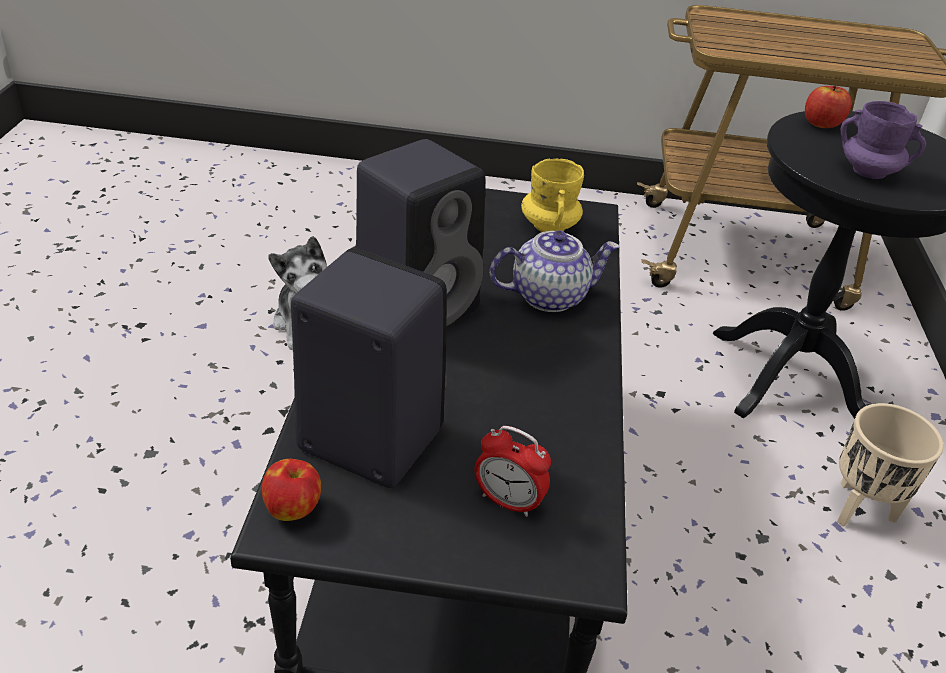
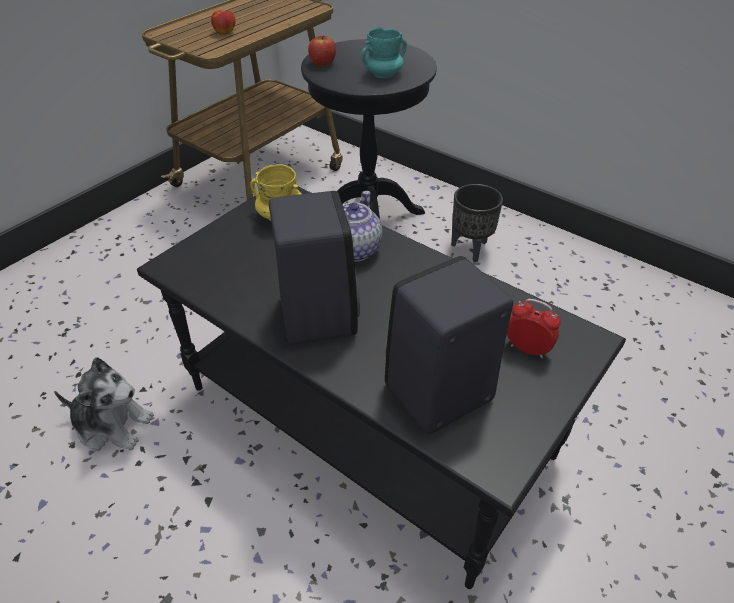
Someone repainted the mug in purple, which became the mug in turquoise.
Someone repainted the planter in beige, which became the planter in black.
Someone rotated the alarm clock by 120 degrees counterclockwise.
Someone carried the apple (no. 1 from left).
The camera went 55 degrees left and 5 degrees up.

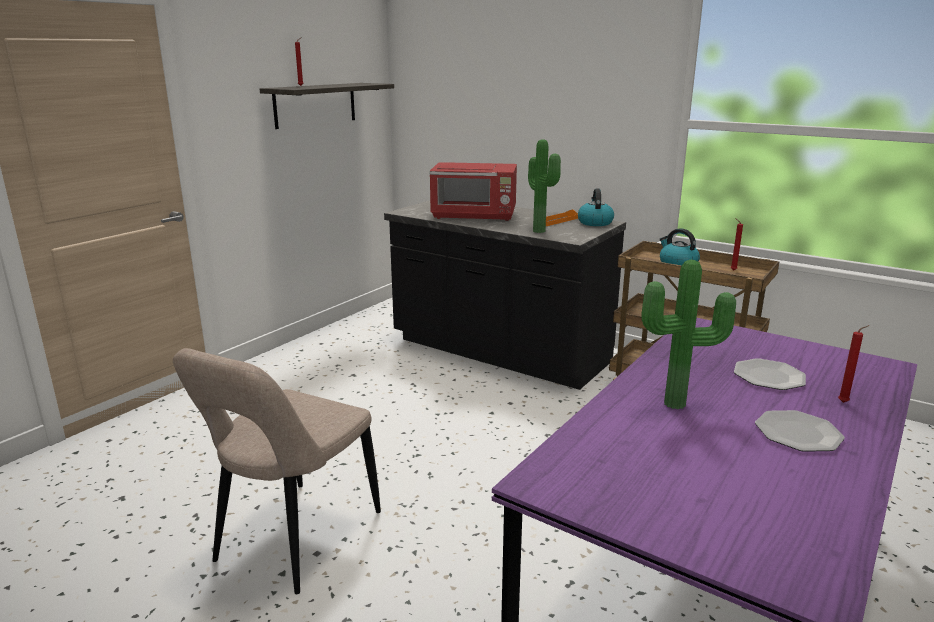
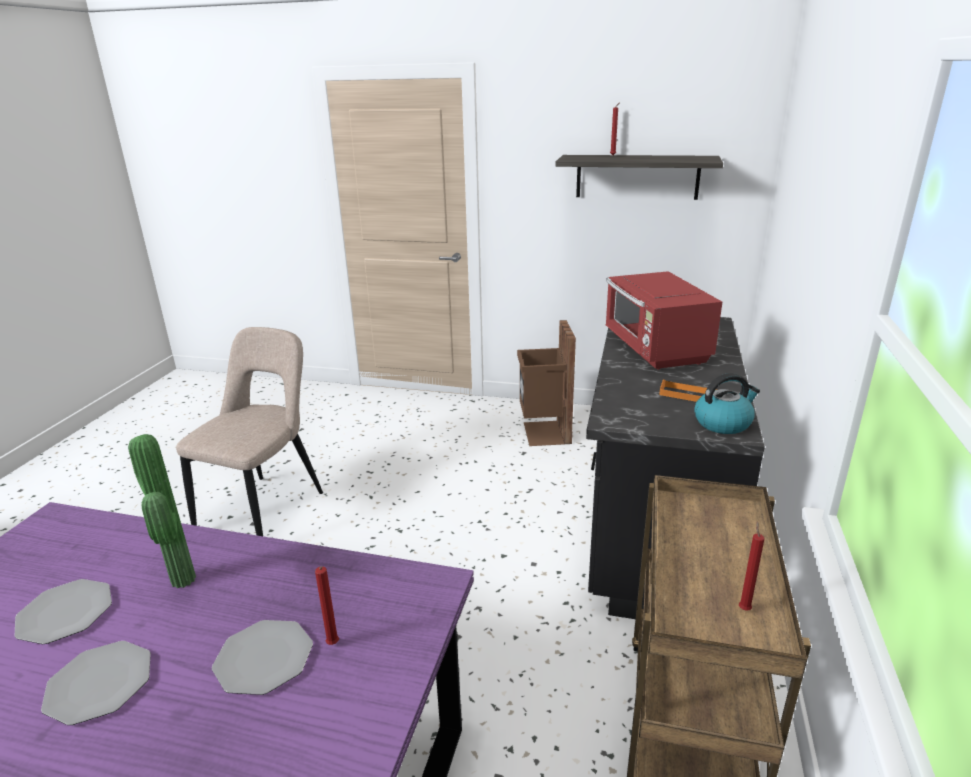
Someone took away the potted plant (no. 1 from left).
Someone took away the kettle (no. 2 from left).
Someone carried the candle in red (no. 3 from left in the first image).
Someone rotated the chair in beige by 105 degrees clockwise.
Someone put down the trash can in brown.
Someone put down the plate (no. 1 from left).
The camera went 70 degrees right and 5 degrees up.

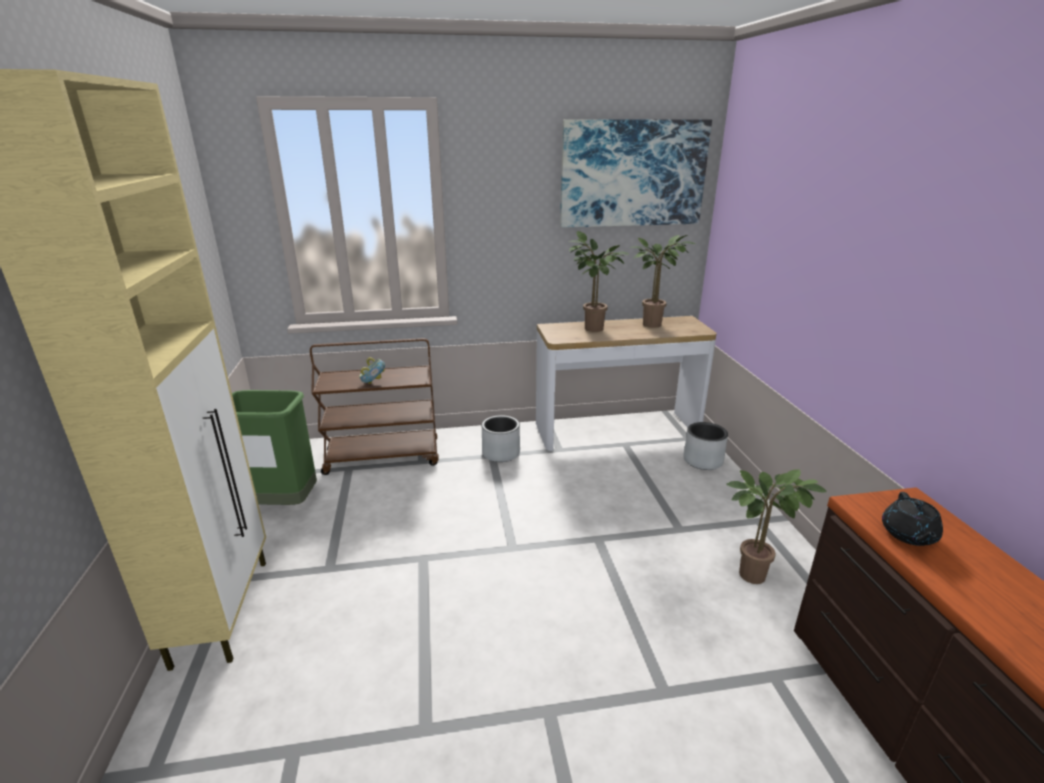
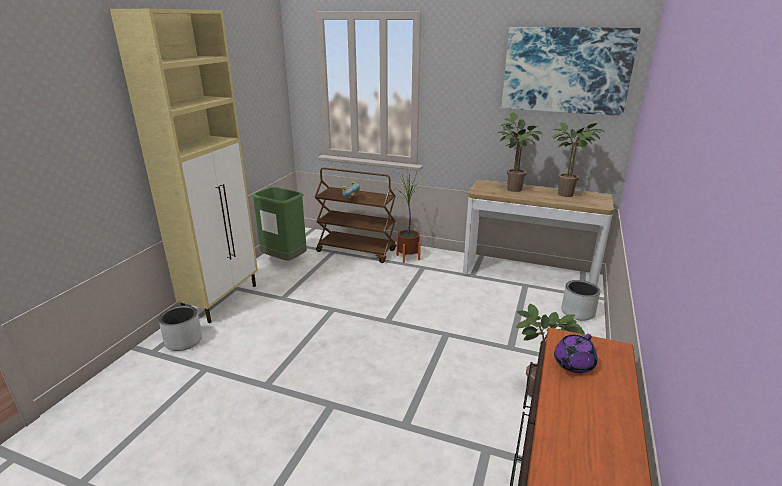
Someone carried the planter in grey (no. 1 from left).
Someone repainted the teapot in black, which became the teapot in purple.
Someone put down the potted plant (no. 1 from left).
The camera went 30 degrees right and 0 degrees up.

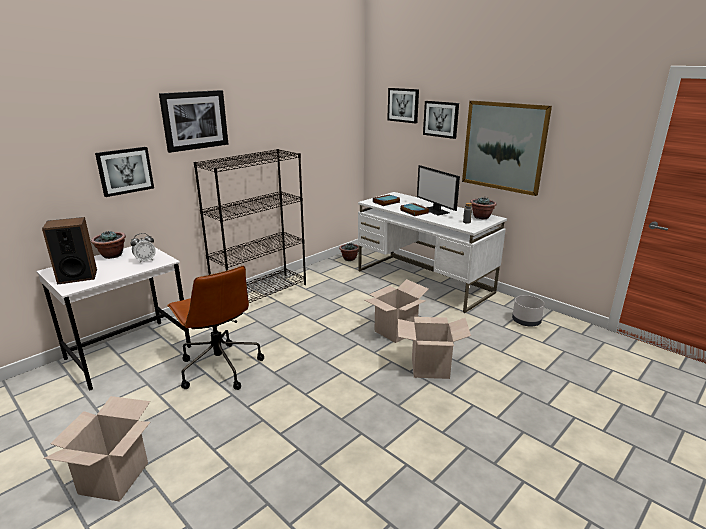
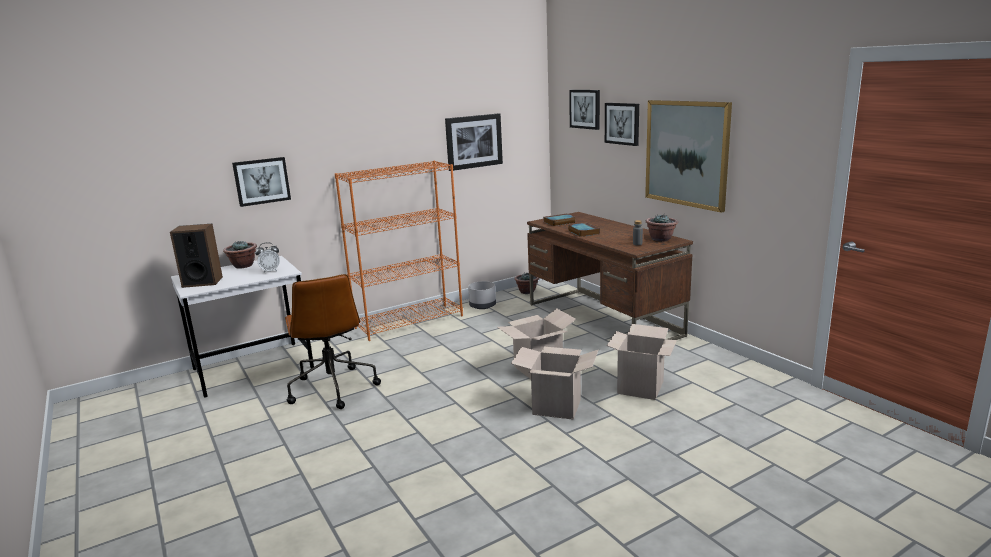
Someone carried the picture (no. 2 from left).
Someone repainted the bookcase in black, which became the bookcase in orange.
Someone took away the monitor.
Someone repainted the desk in white (no. 2 from left), which became the desk in brown.
Someone carried the planter in grey.
Someone carried the cardboard box (no. 1 from left in the first image).
The camera went 15 degrees right and 5 degrees down.

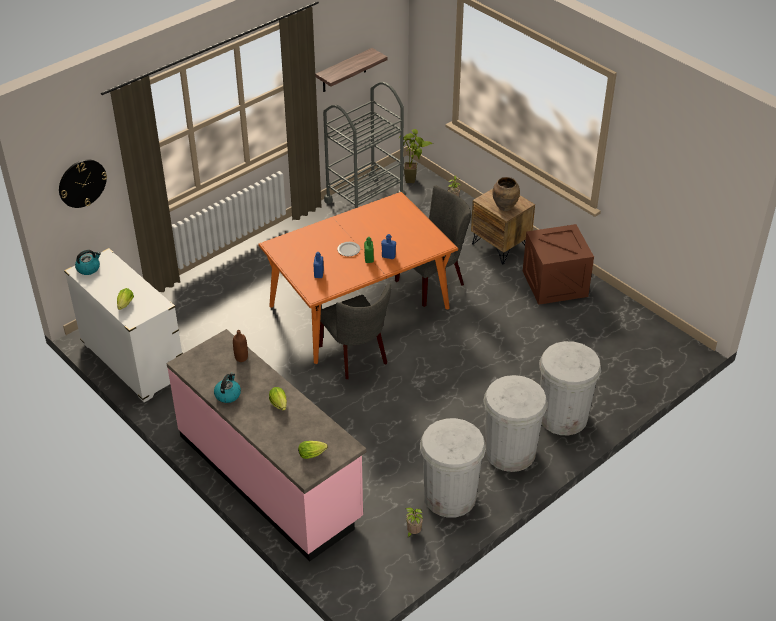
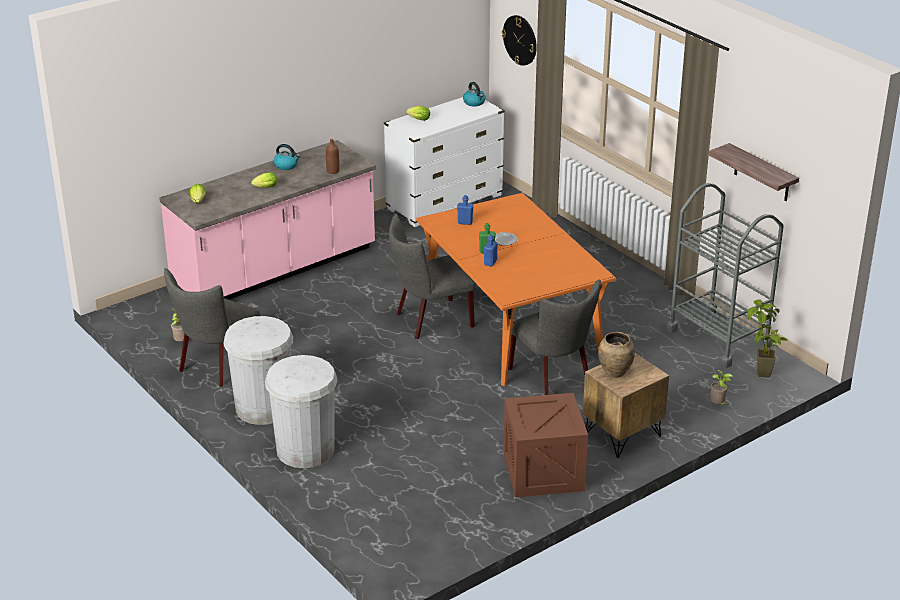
Someone swapped the trash can in white (no. 1 from left) for the chair in grey (no. 1 from left).
The camera went 95 degrees right and 10 degrees down.

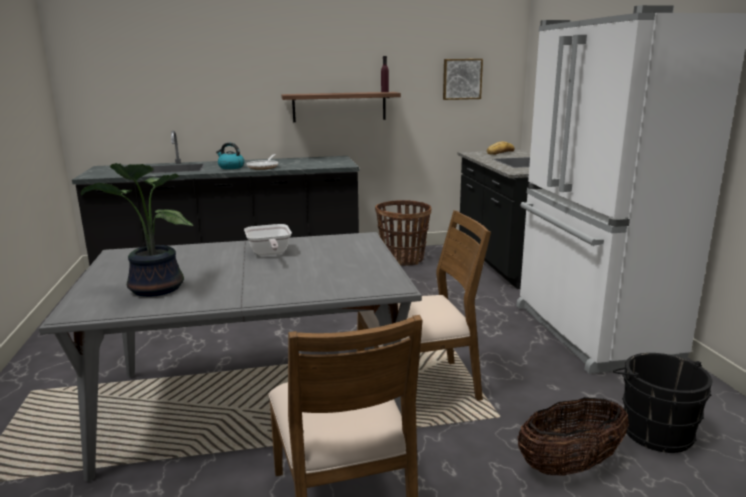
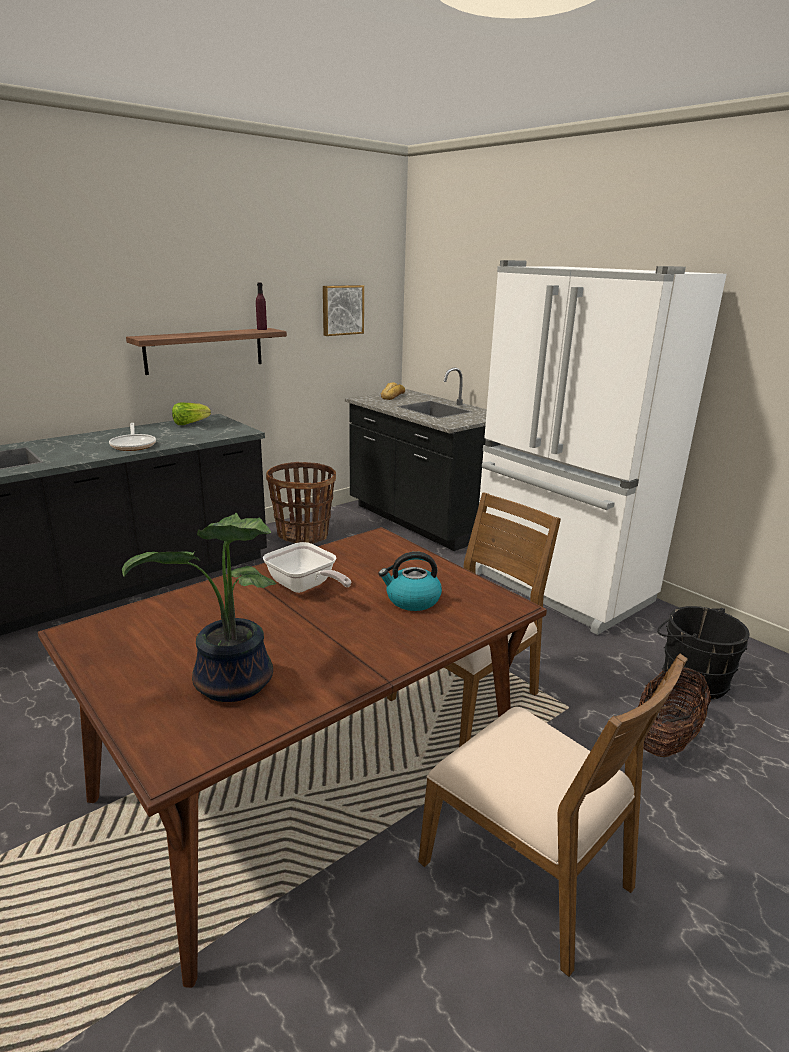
Someone carried the kettle.
Someone repainted the dining table in grey, which became the dining table in brown.
Someone put down the lettuce.
The camera went 30 degrees left and 5 degrees up.

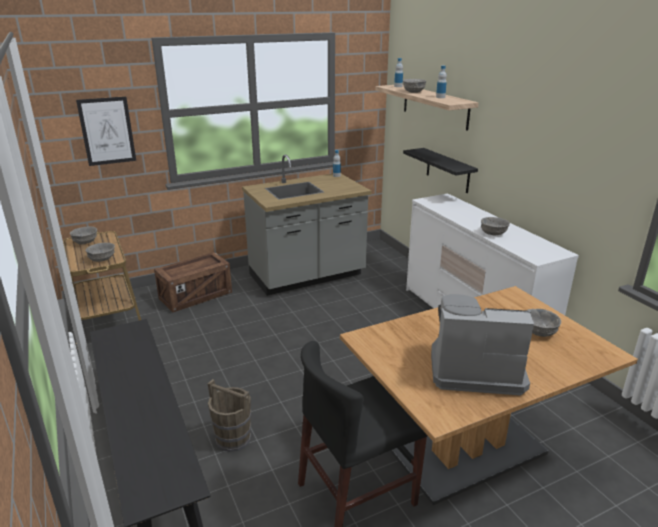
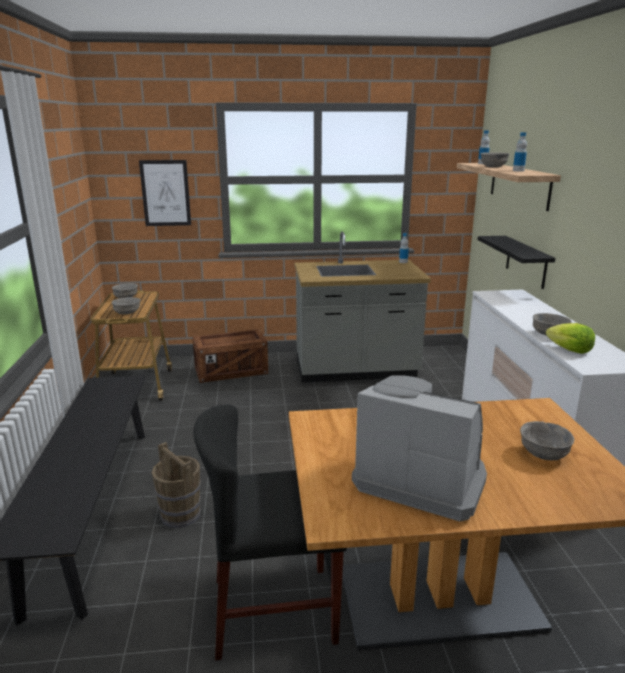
Someone put down the lettuce.
The camera went 20 degrees right and 5 degrees down.

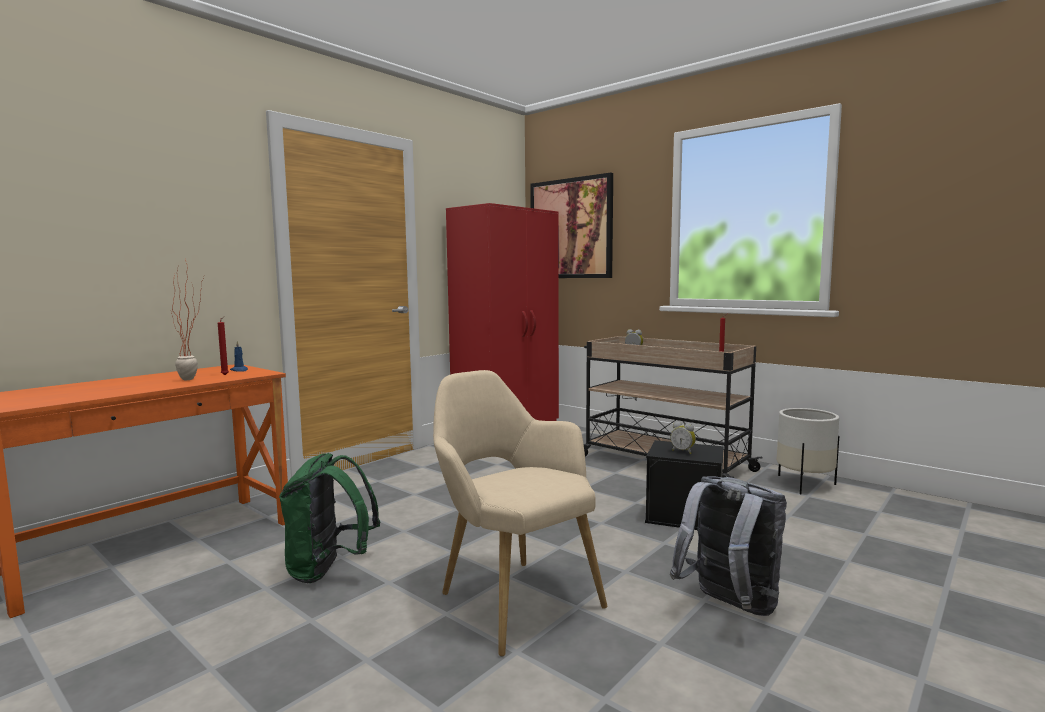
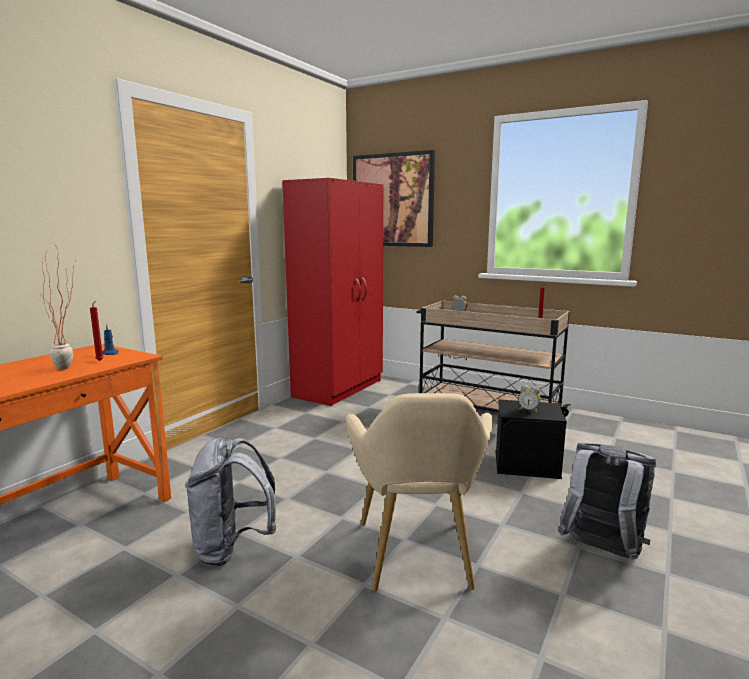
Someone rotated the armchair in beige by 135 degrees counterclockwise.
Someone took away the planter in white.
Someone repainted the backpack in green, which became the backpack in grey (no. 1 from left).
The camera went 10 degrees left and 5 degrees up.

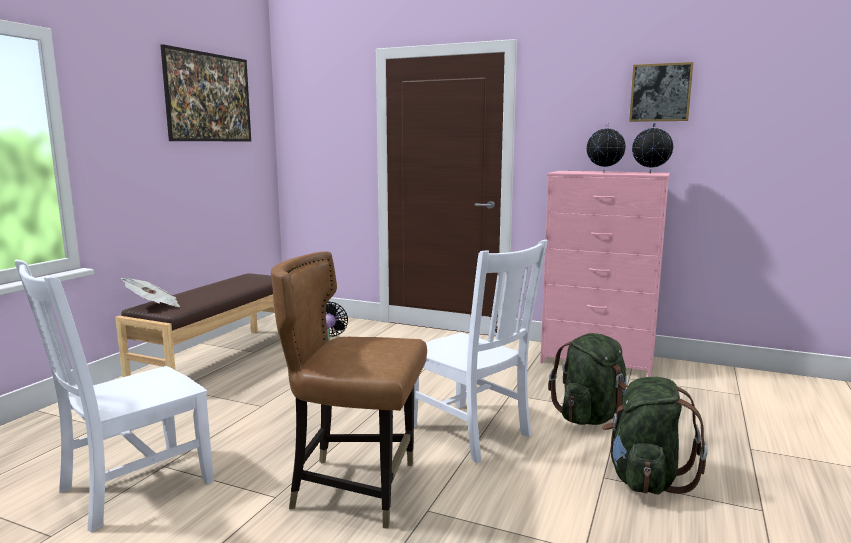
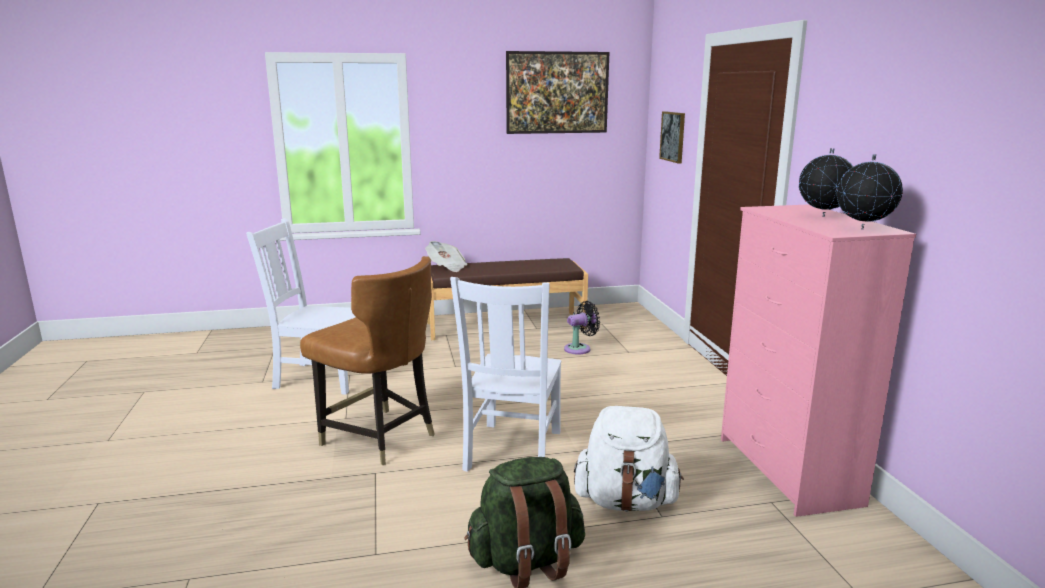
Someone carried the picture (no. 2 from left).
Someone rotated the chair in brown by 150 degrees clockwise.
Someone repainted the backpack in green (no. 1 from left), which became the backpack in white.
The camera went 55 degrees right and 5 degrees up.

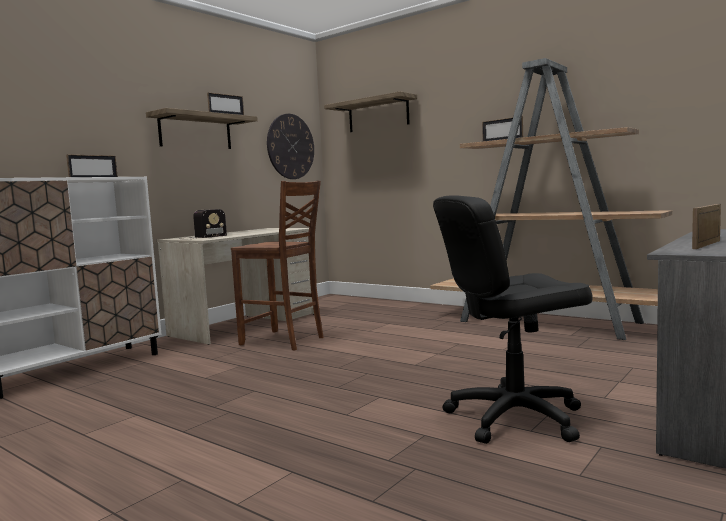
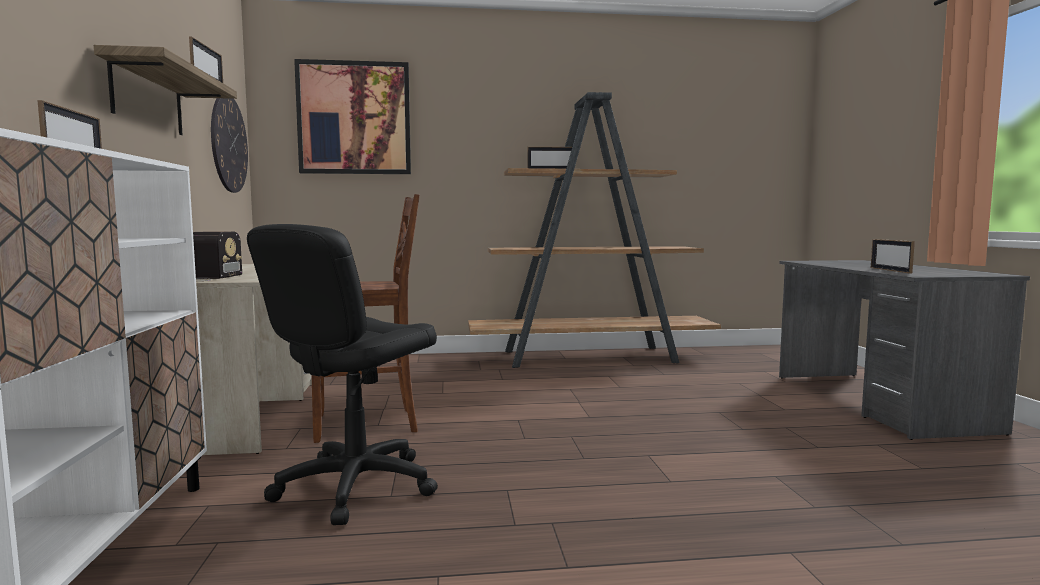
Someone swapped the shelf (no. 2 from left) for the picture.
Someone carried the office chair in black.
The camera went 45 degrees left and 0 degrees up.

